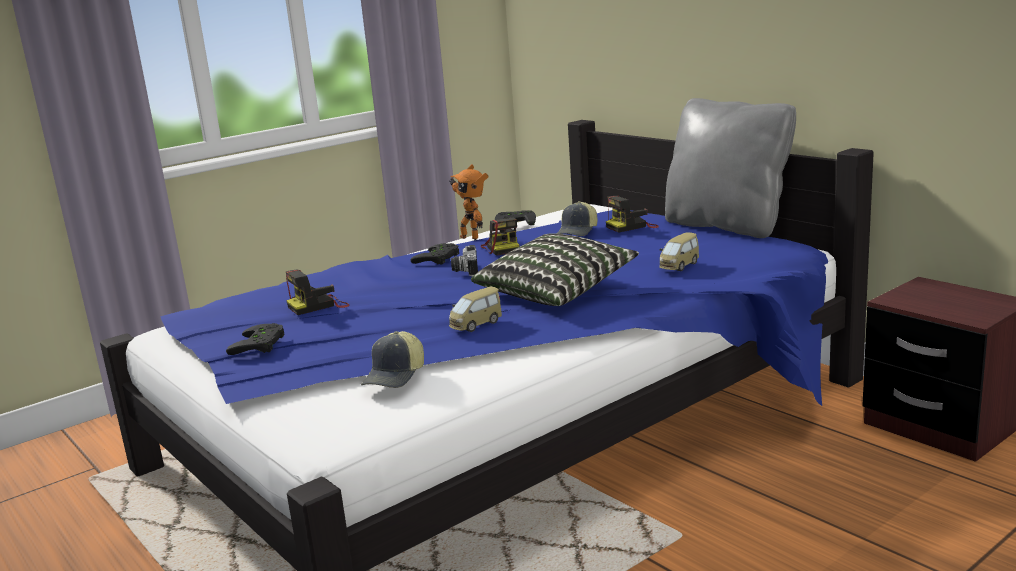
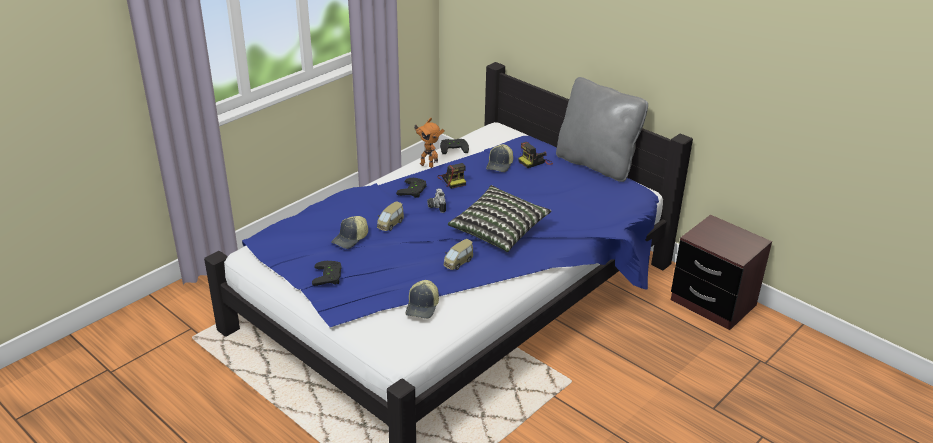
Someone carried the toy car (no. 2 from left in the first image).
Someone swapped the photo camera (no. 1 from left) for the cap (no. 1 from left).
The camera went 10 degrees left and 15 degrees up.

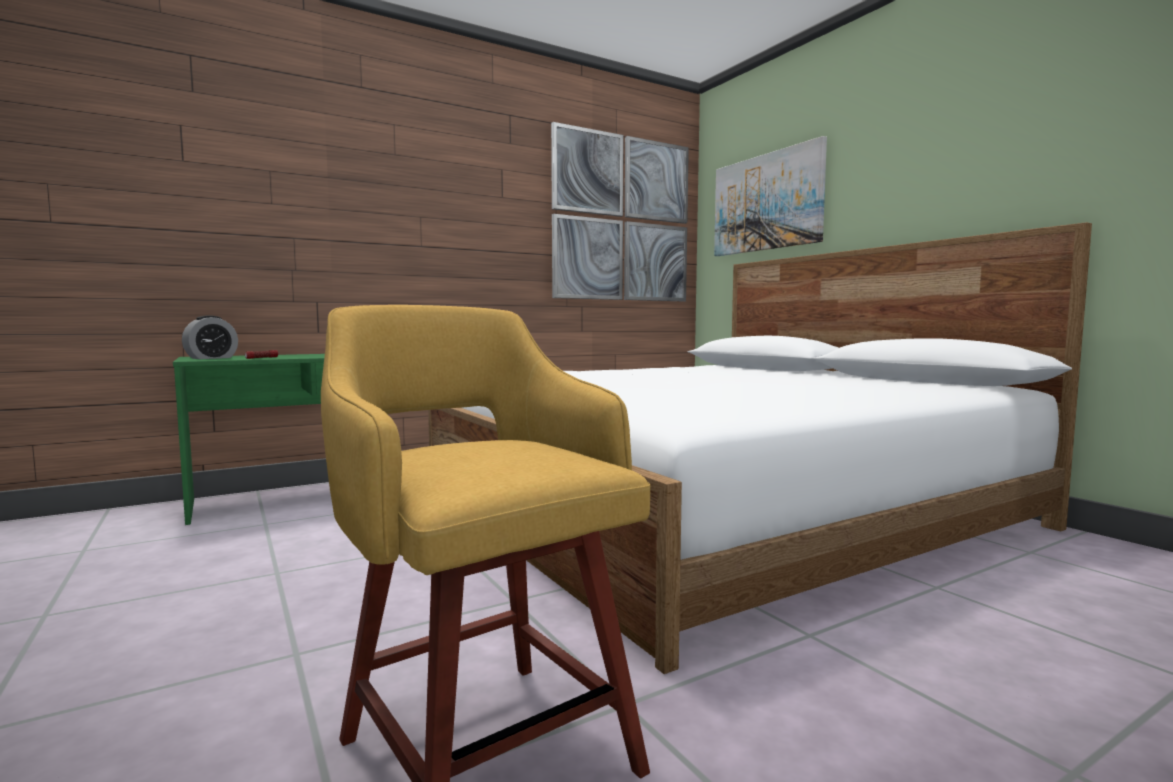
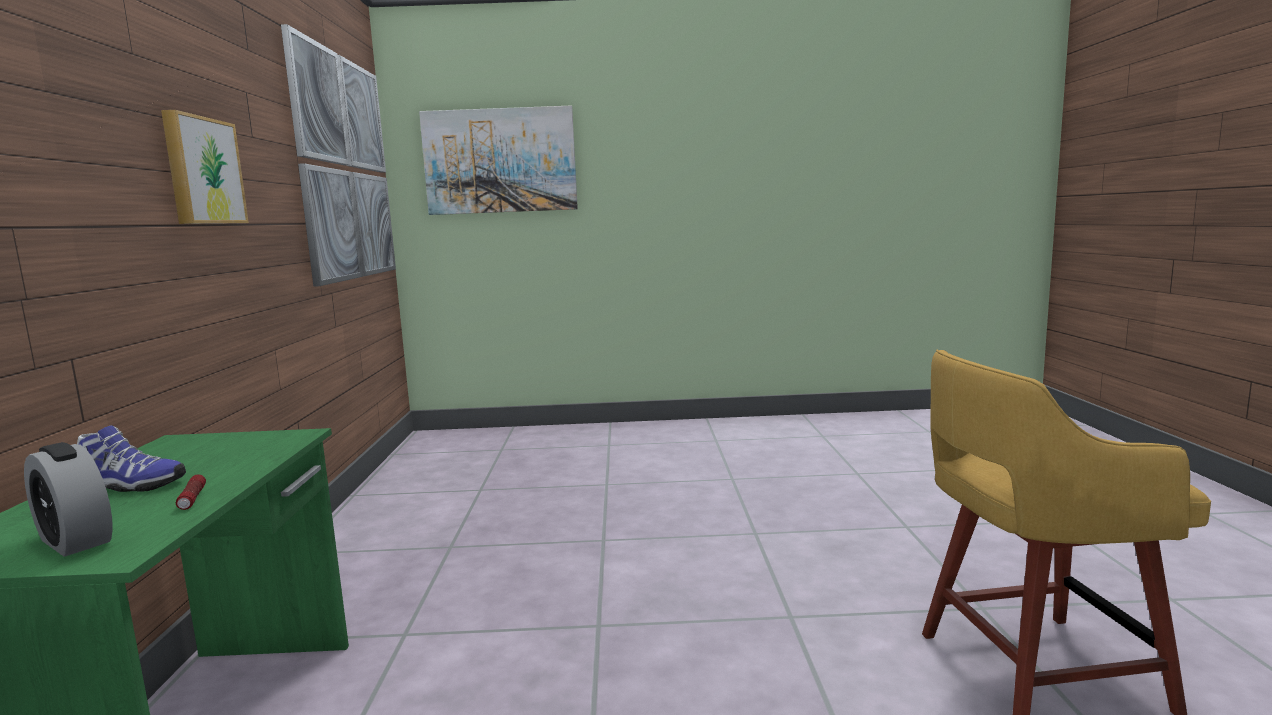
Someone took away the bed in white.
Someone rotated the alarm clock by 150 degrees clockwise.
Someone put up the picture (no. 1 from left).
Someone put down the shoe.
The camera went 60 degrees left and 5 degrees up.

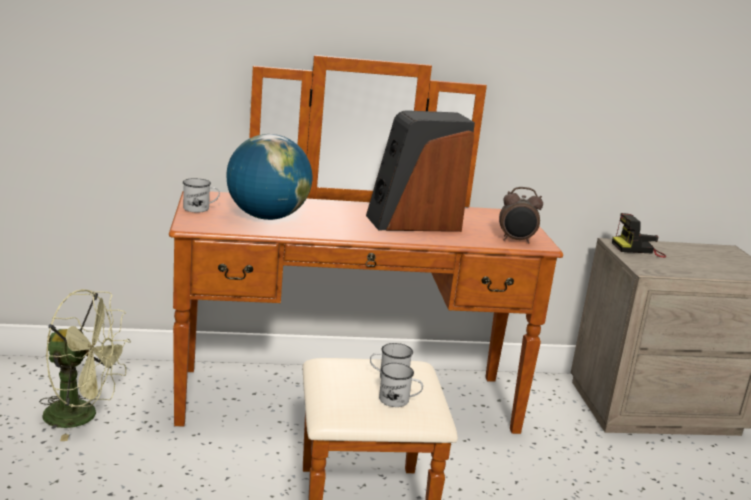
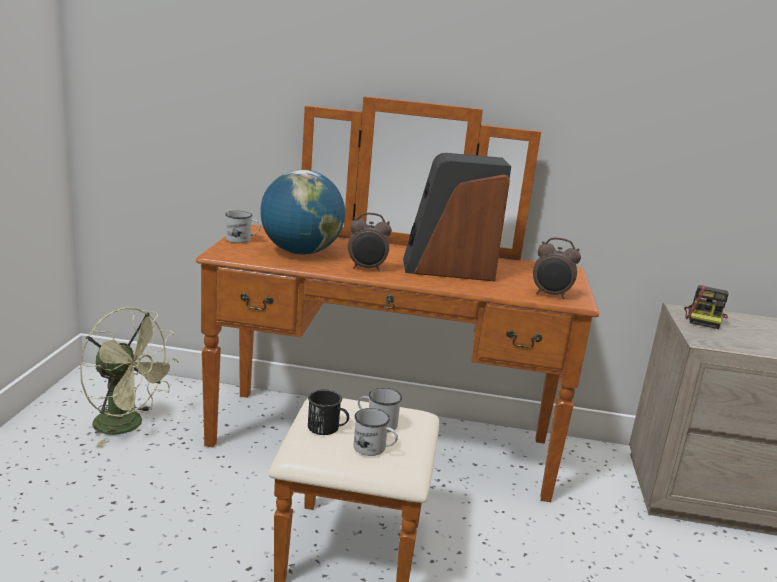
Someone rotated the photo camera by 75 degrees counterclockwise.
Someone put down the alarm clock (no. 1 from left).
Someone put down the mug in black.
The camera went 15 degrees right and 0 degrees up.

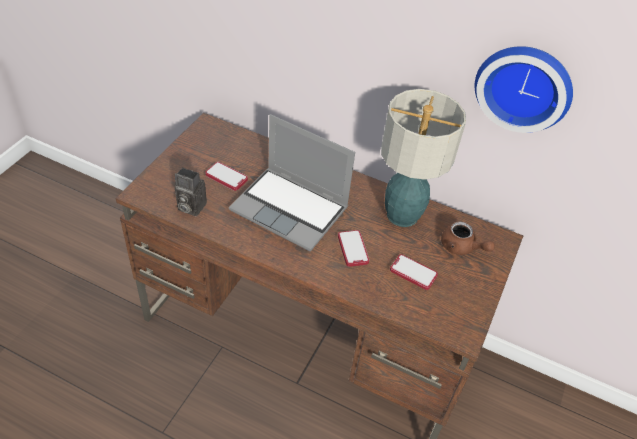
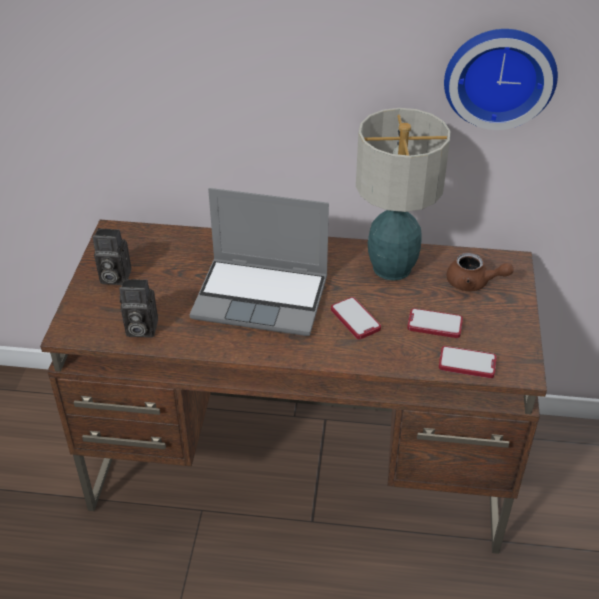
Someone carried the phone (no. 1 from left in the first image).
Someone put down the photo camera (no. 1 from left).
The camera went 15 degrees left and 5 degrees down.

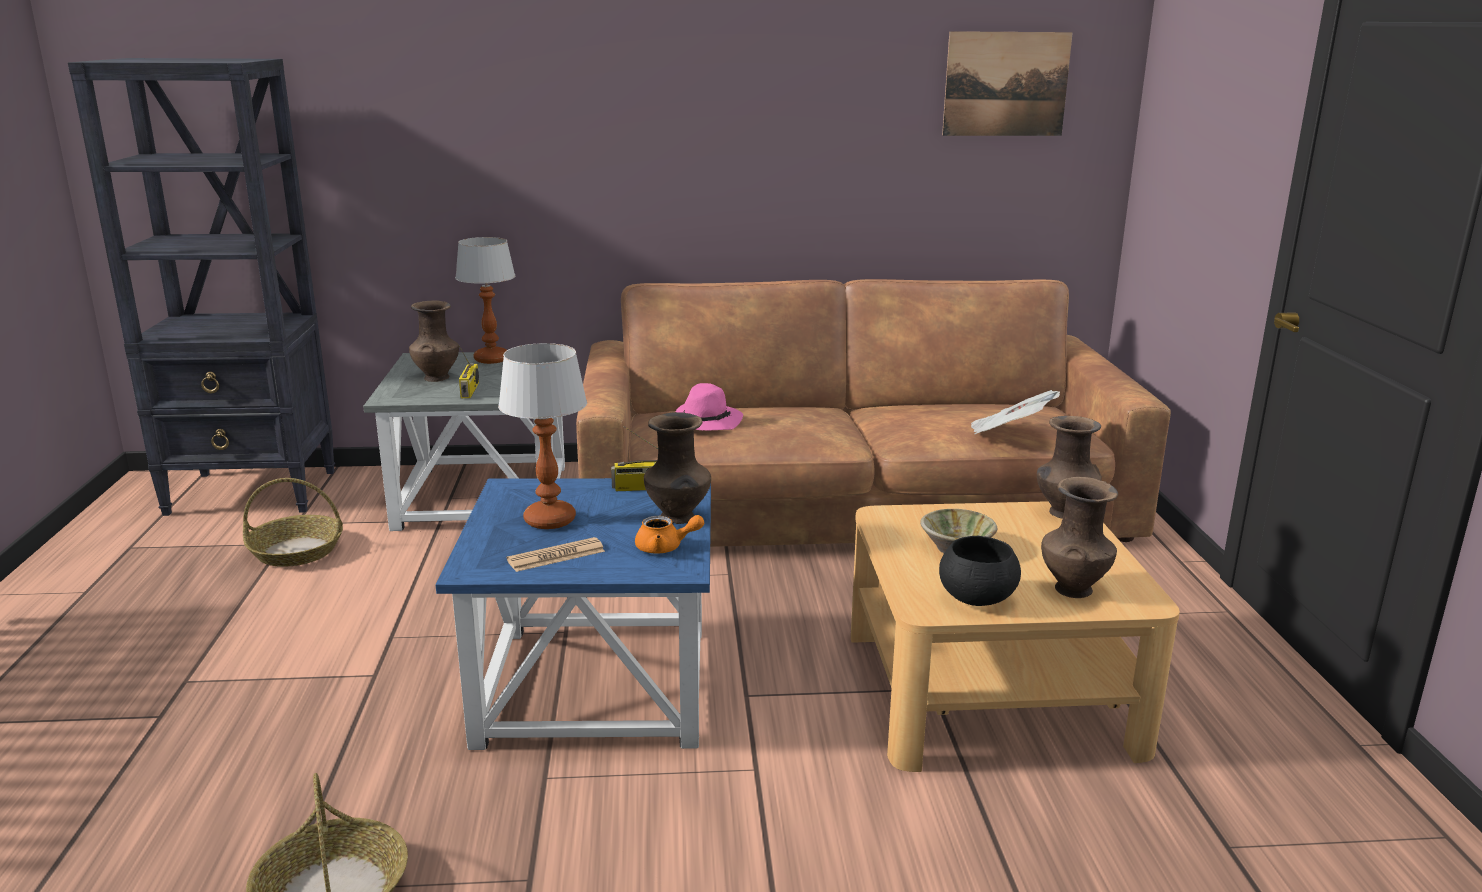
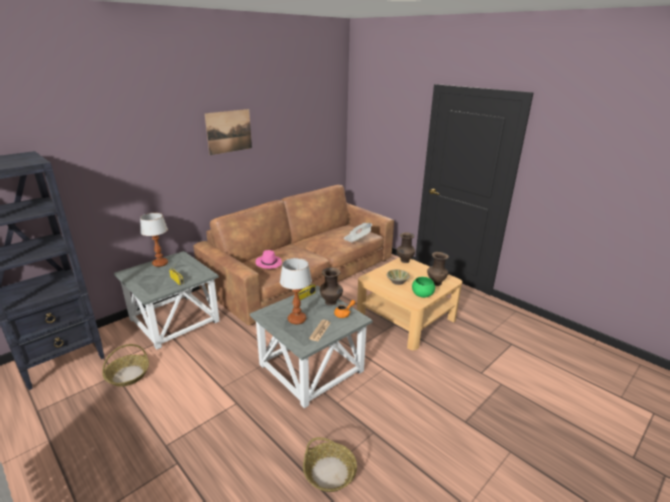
Someone carried the picture.
Someone took away the vase in brown (no. 1 from left).
Someone repainted the side table in blue, which became the side table in grey (no. 2 from left).
Someone repainted the bowl in black, which became the bowl in green.
The camera went 40 degrees left and 5 degrees up.

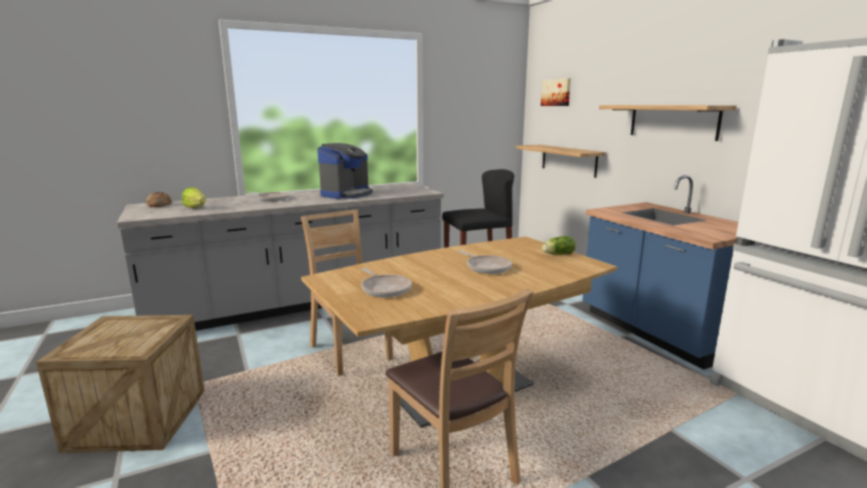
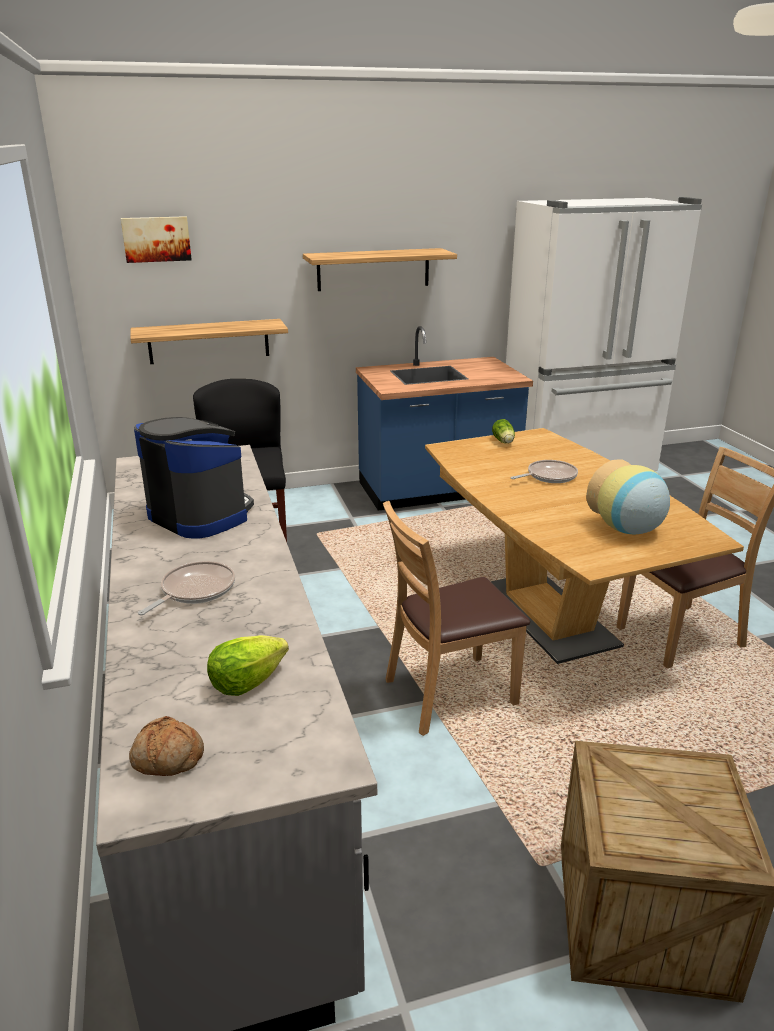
Someone swapped the frying pan (no. 2 from left) for the vase.
The camera went 80 degrees left and 10 degrees up.

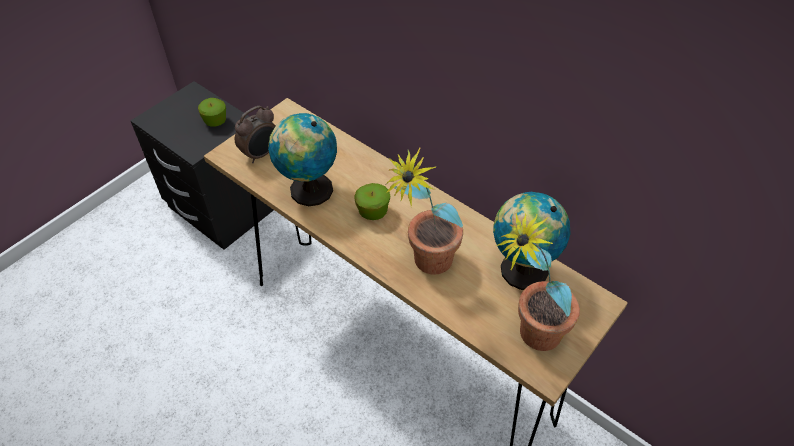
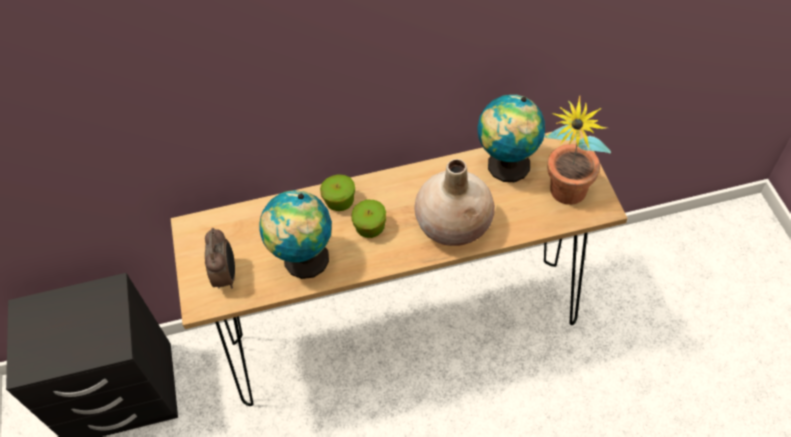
Someone carried the apple (no. 1 from left).
Someone swapped the potted plant (no. 1 from left) for the vase in beige.
The camera went 50 degrees left and 5 degrees up.

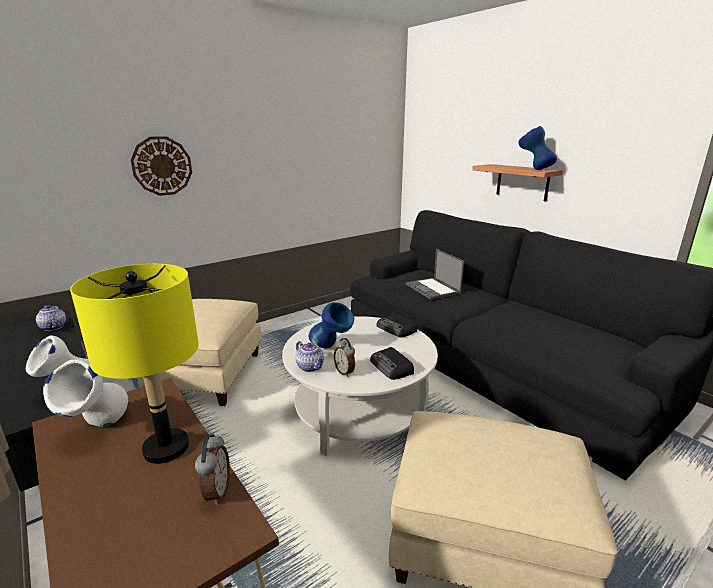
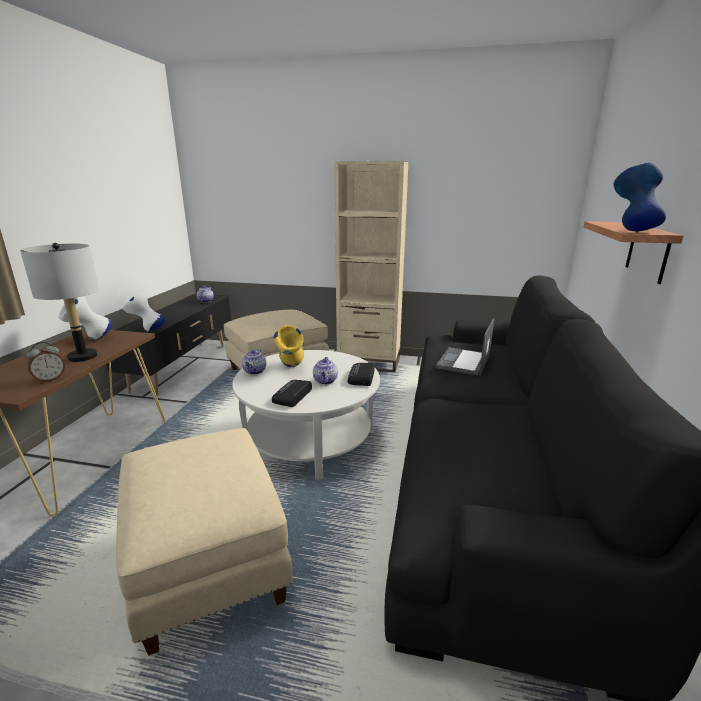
Someone took away the wall clock.
Someone repainted the table lamp in yellow, which became the table lamp in grey.
Someone repainted the vase in blue (no. 1 from left), which became the vase in yellow.
Someone took away the alarm clock (no. 2 from left).
Someone put down the bookcase in beige.
Someone put down the teapot (no. 3 from left).
The camera went 50 degrees right and 0 degrees up.

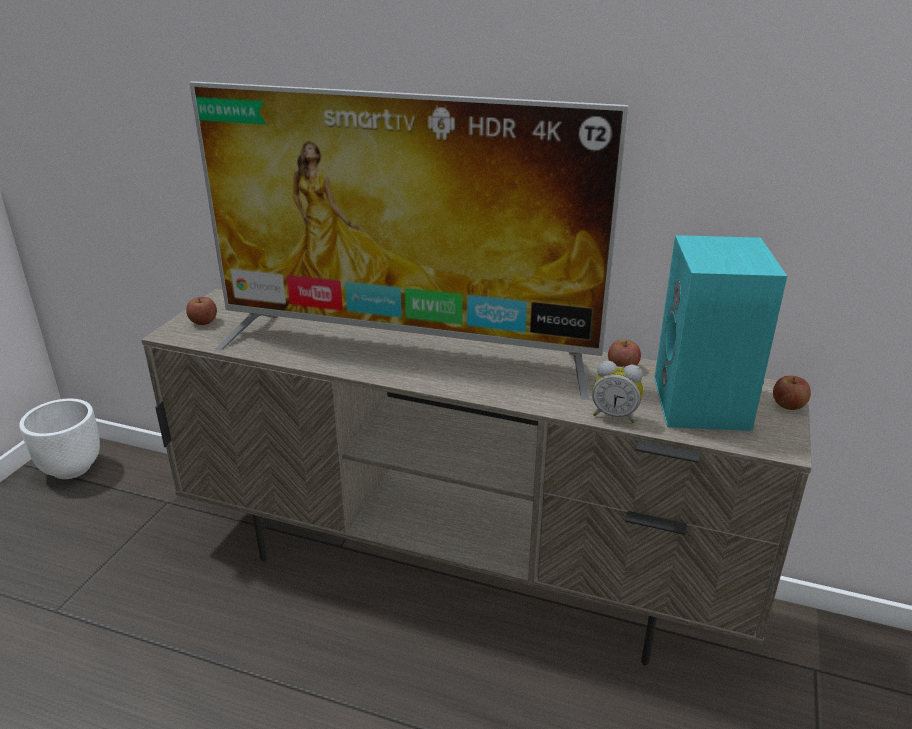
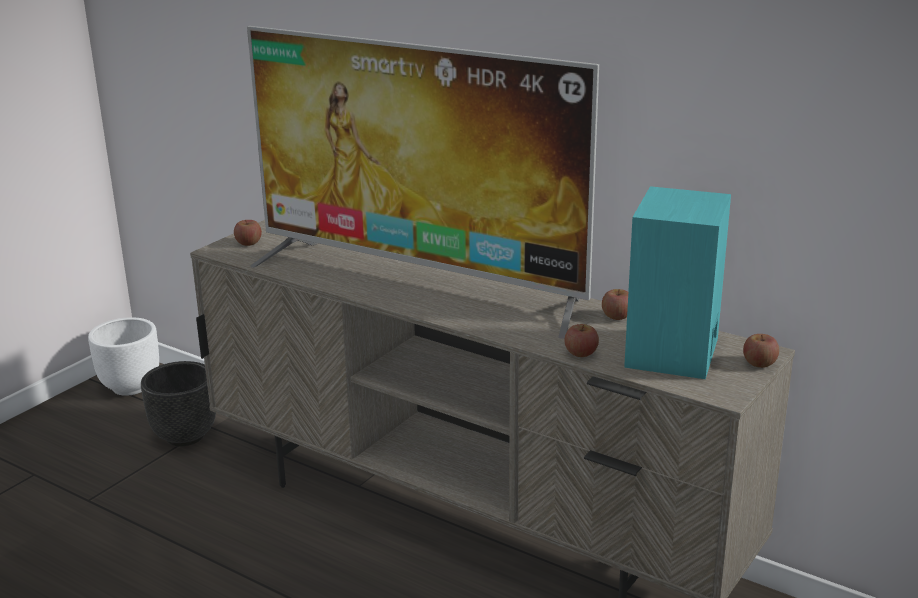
Someone swapped the alarm clock for the apple (no. 2 from left).
Someone put down the planter in black.
The camera went 15 degrees right and 5 degrees down.

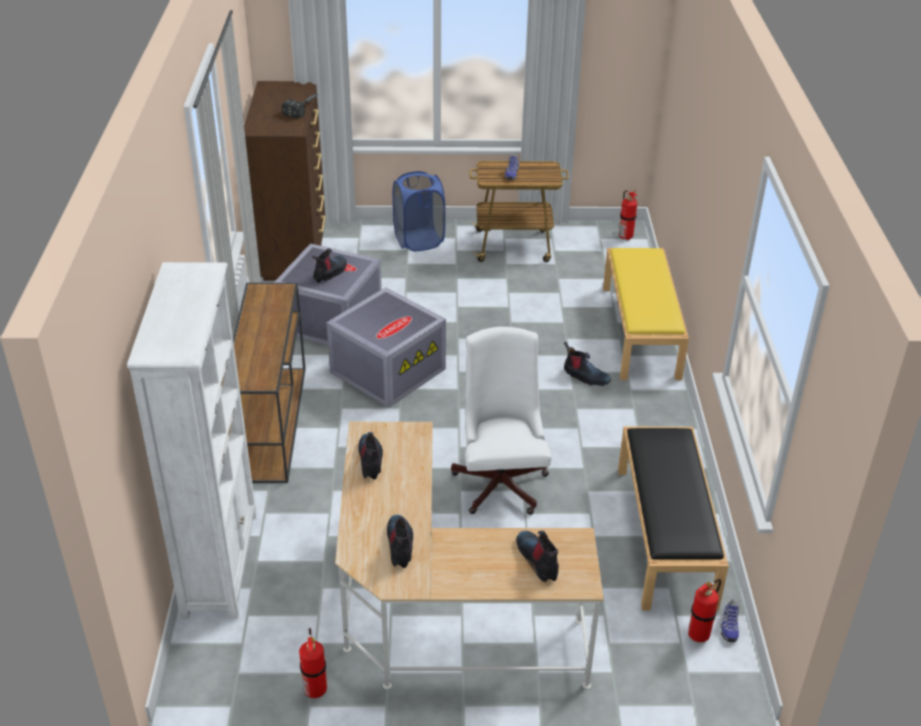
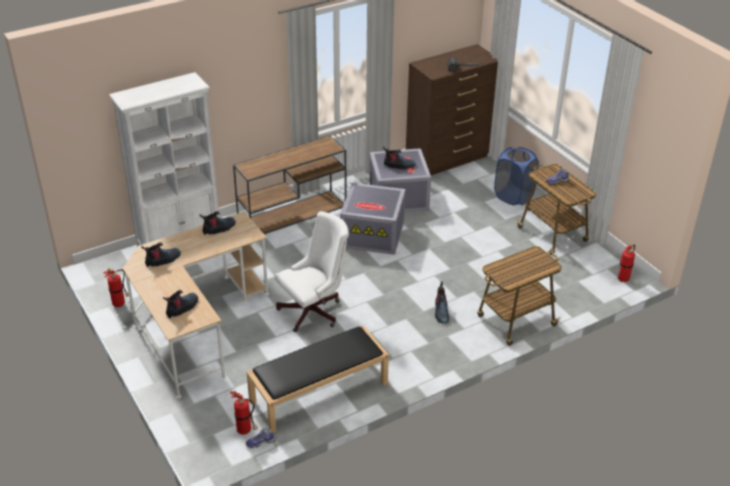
Someone swapped the bench in yellow for the cart (no. 1 from left).
The camera went 60 degrees right and 0 degrees up.

